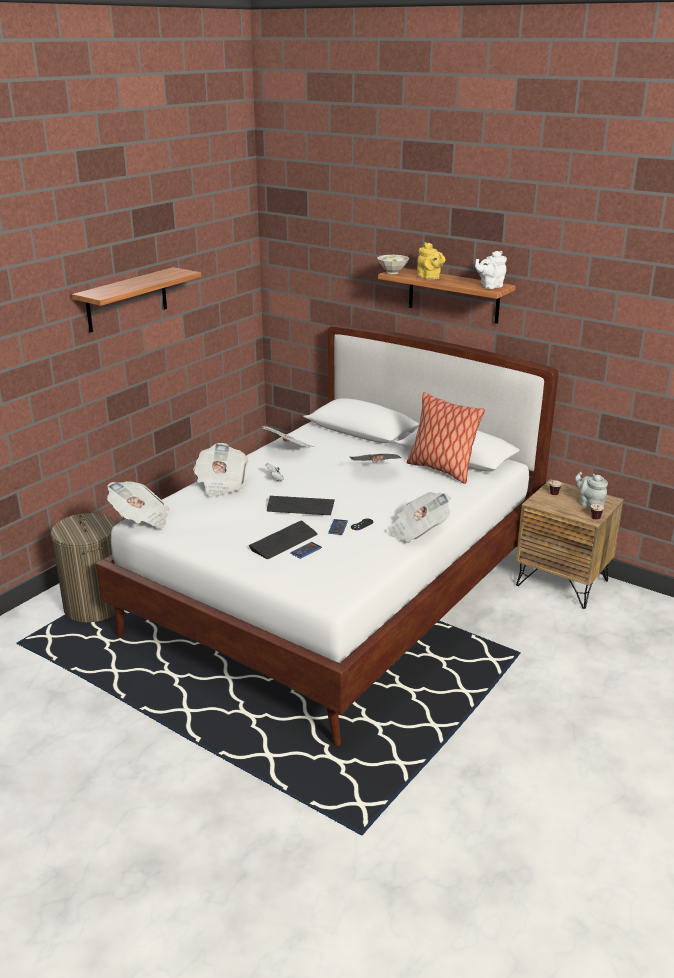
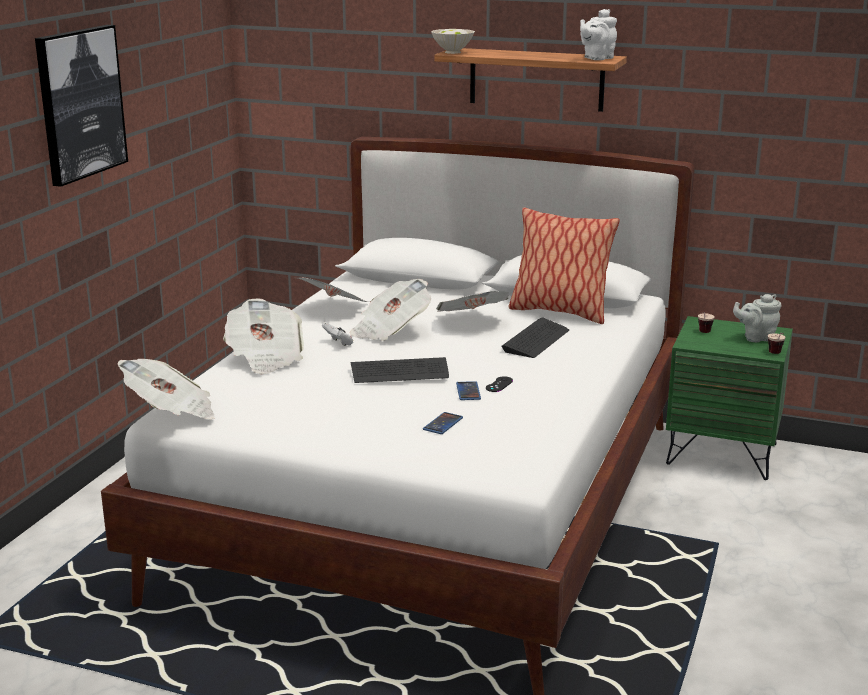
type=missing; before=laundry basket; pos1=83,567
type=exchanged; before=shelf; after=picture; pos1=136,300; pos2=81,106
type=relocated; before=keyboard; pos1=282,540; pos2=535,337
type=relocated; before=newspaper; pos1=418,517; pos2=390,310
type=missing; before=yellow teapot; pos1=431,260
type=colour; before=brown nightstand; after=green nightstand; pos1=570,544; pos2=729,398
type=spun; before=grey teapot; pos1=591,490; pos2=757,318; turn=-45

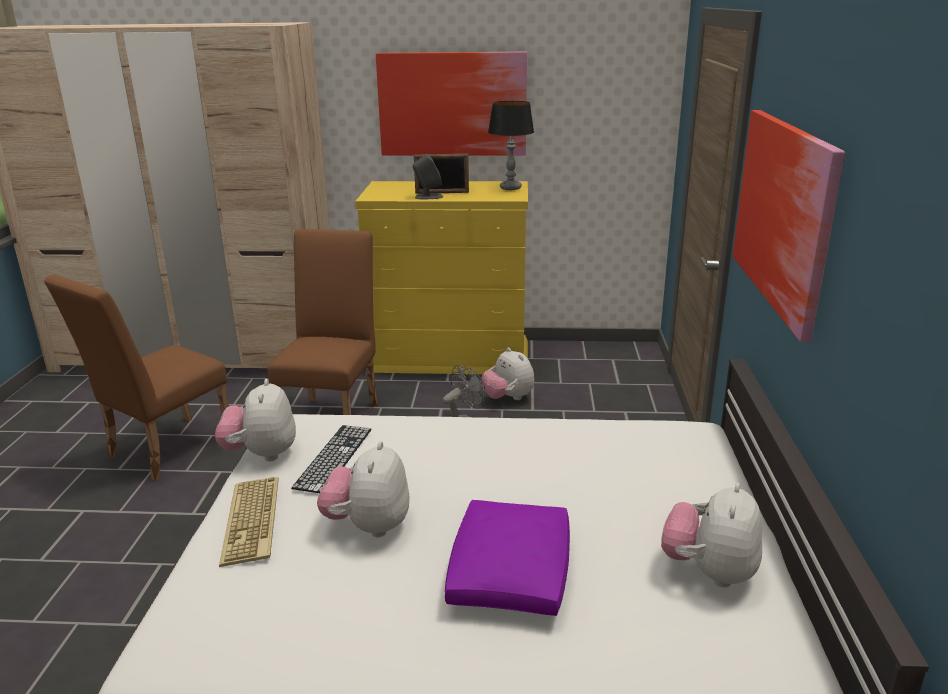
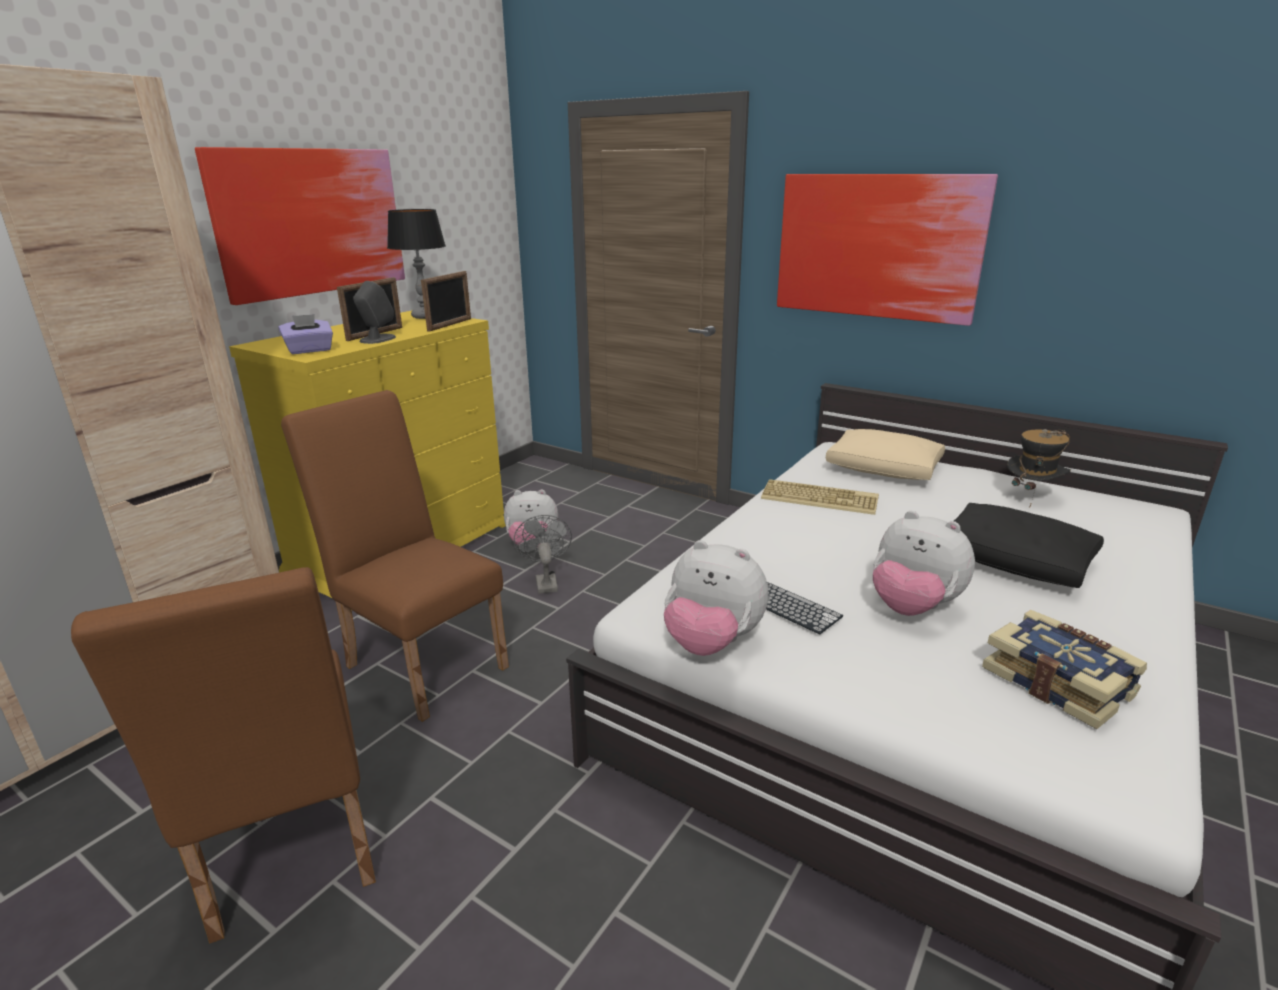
type=relocated; before=keyboard; pos1=249,522; pos2=820,497
type=colour; before=purple pillow; after=black pillow; pos1=507,558; pos2=1029,545
type=exchanged; before=plush toy; after=hat; pos1=711,535; pos2=1039,468
type=appeared; after=purple tissue box; pos2=305,334
type=appeared; after=picture frame; pos2=446,301
type=appeared; after=beige pillow; pos2=885,454
type=appeared; after=book; pos2=1064,669

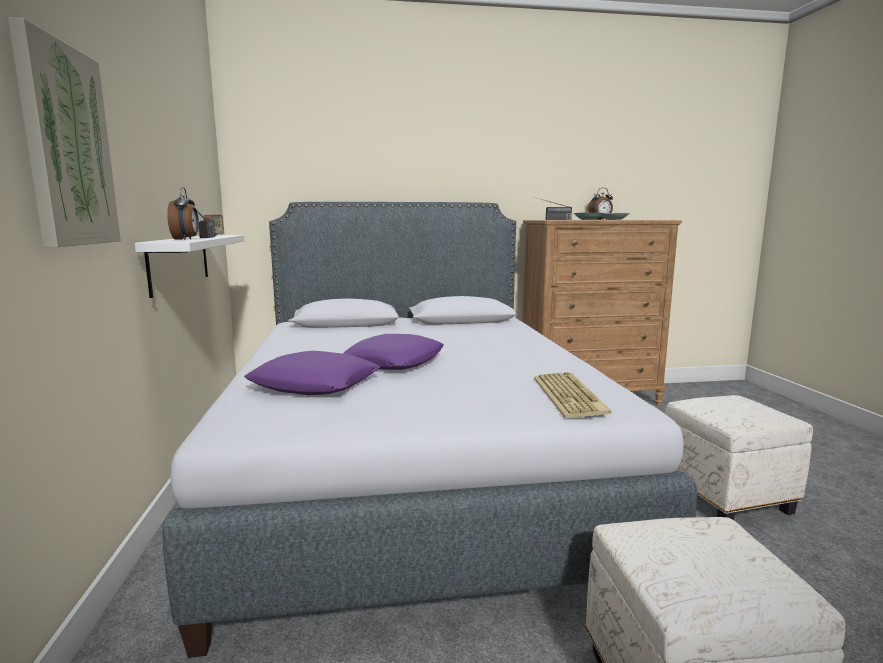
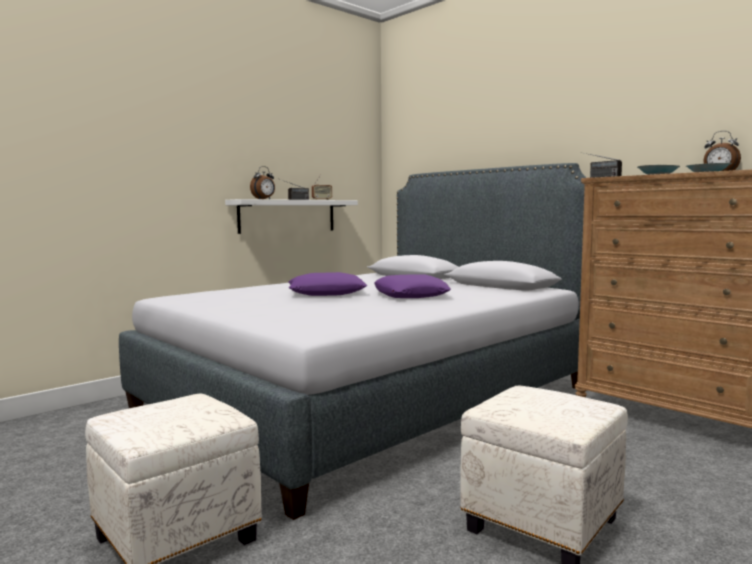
type=missing; before=picture; pos1=64,132
type=relocated; before=purple pillow; pos1=312,373; pos2=412,286
type=missing; before=keyboard; pos1=572,395

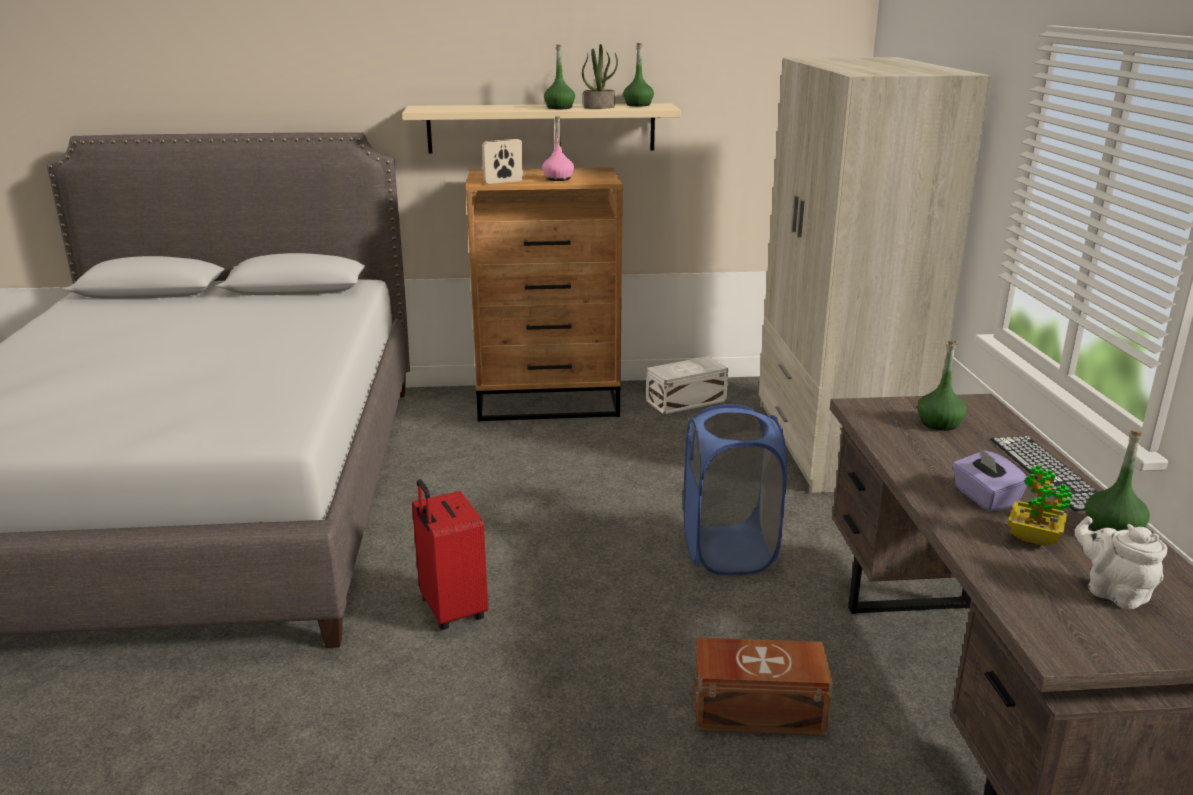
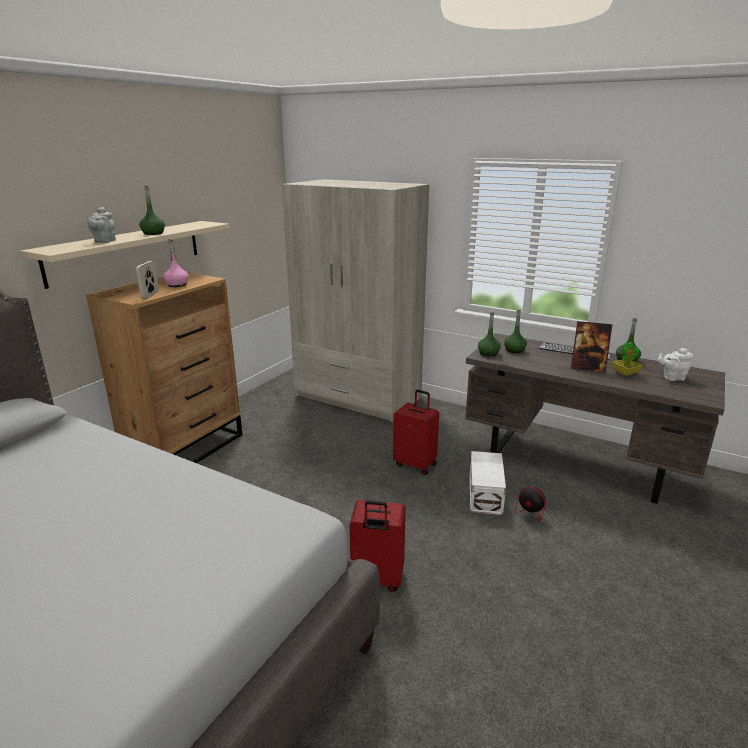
type=missing; before=potted plant; pos1=600,76
type=relocated; before=green bottle; pos1=638,75; pos2=489,334
type=relocated; before=white storage box; pos1=687,385; pos2=487,483
type=exchanged; before=blue laundry basket; after=red suitcase; pos1=735,489; pos2=416,432
type=exchanged; before=brown storage box; after=fan; pos1=764,686; pos2=545,506
type=exchanged; before=purple tissue box; after=picture frame; pos1=989,478; pos2=592,347
type=appeared; after=grey teapot; pos2=101,225

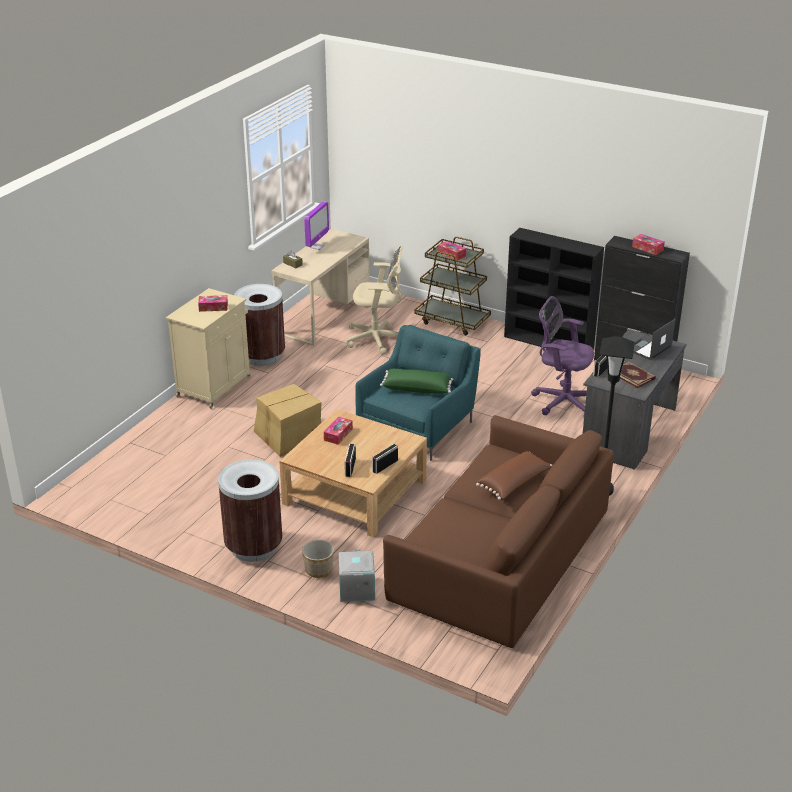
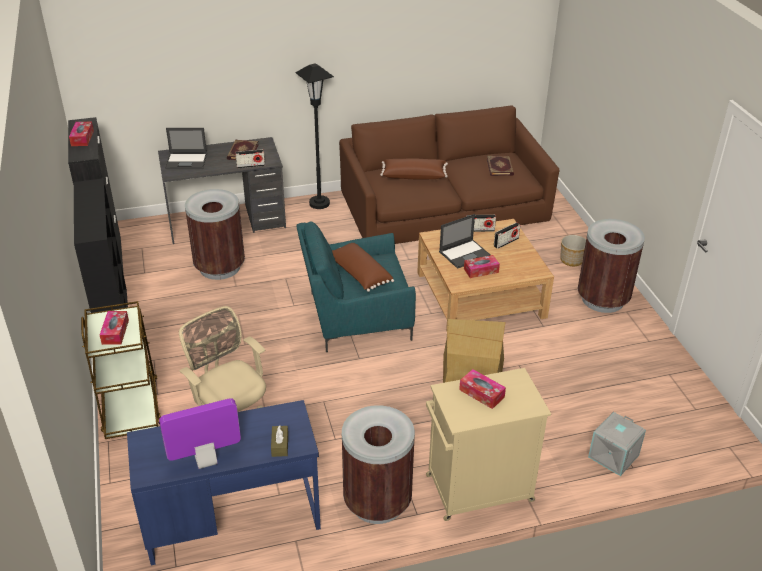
type=colour; before=beige desk; after=blue desk; pos1=320,287; pos2=224,483
type=relocated; before=grey storage box; pos1=357,576; pos2=617,444
type=colour; before=green pillow; after=brown pillow; pos1=416,381; pos2=363,267
type=exchanged; before=purple office chair; after=brown trash can; pos1=562,355; pos2=215,234
type=appeared; after=laptop; pos2=465,241
type=appeared; after=book; pos2=500,166

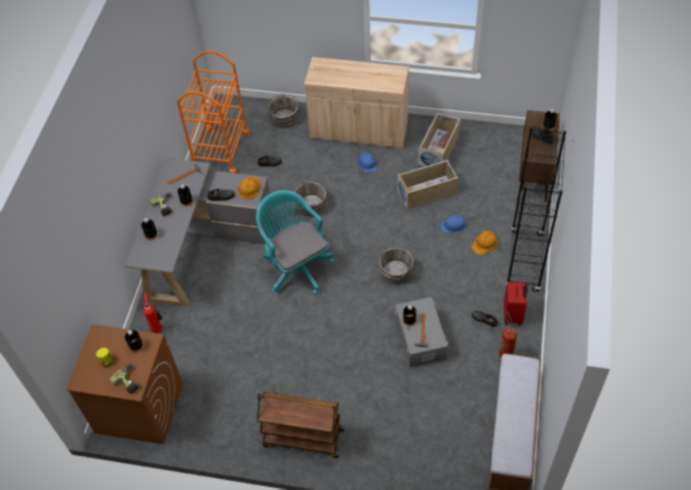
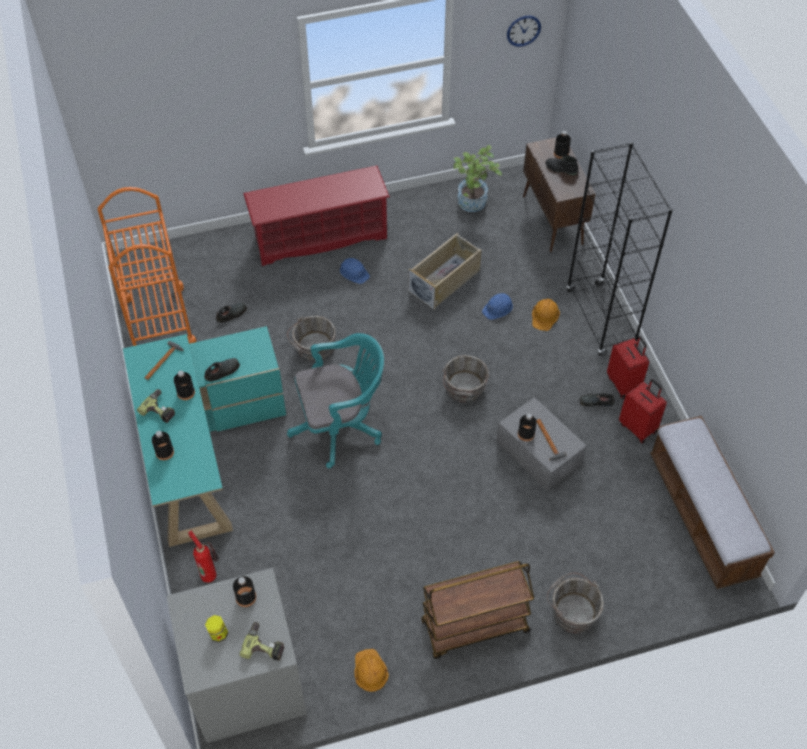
type=colour; before=brown washing machine; after=grey washing machine; pos1=124,384; pos2=237,655
type=colour; before=grey desk; after=turquoise desk; pos1=198,232; pos2=204,436
type=relocated; before=orange hard hat; pos1=248,187; pos2=371,670
type=spun; before=turquoise office chair; pos1=295,242; pos2=335,400; turn=135
type=relocated; before=grey bucket; pos1=282,111; pos2=575,603
type=exchanged; before=beige cabinet; after=red shoe rack; pos1=356,102; pos2=316,215
type=missing; before=beige storage box; pos1=439,139
type=exchanged; before=fire extinguisher; after=red suitcase; pos1=508,333; pos2=643,411
type=appeared; after=potted plant; pos2=477,178
type=appeared; after=wall clock; pos2=524,31

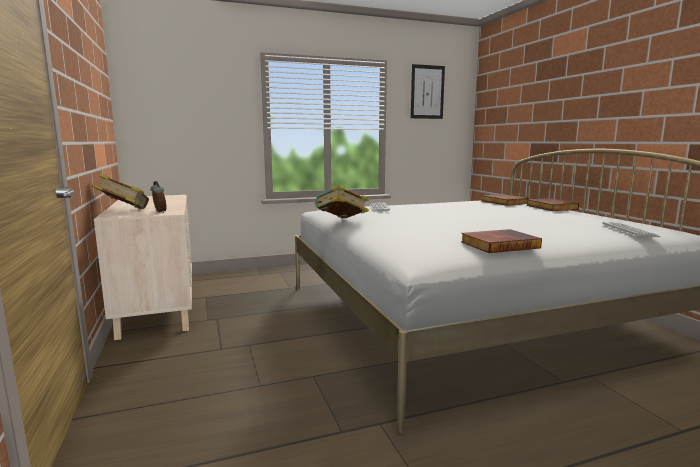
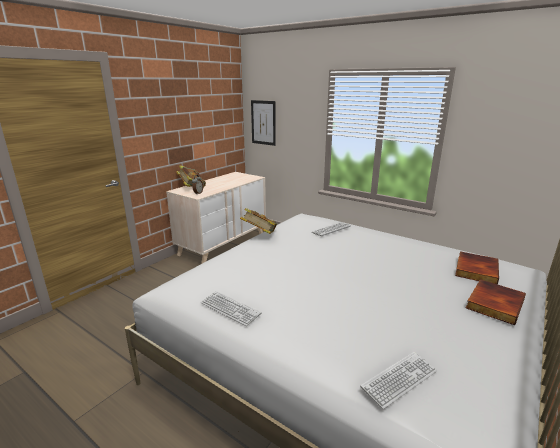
type=relocated; before=picture; pos1=428,91; pos2=263,123
type=exchanged; before=book; after=keyboard; pos1=501,241; pos2=231,308

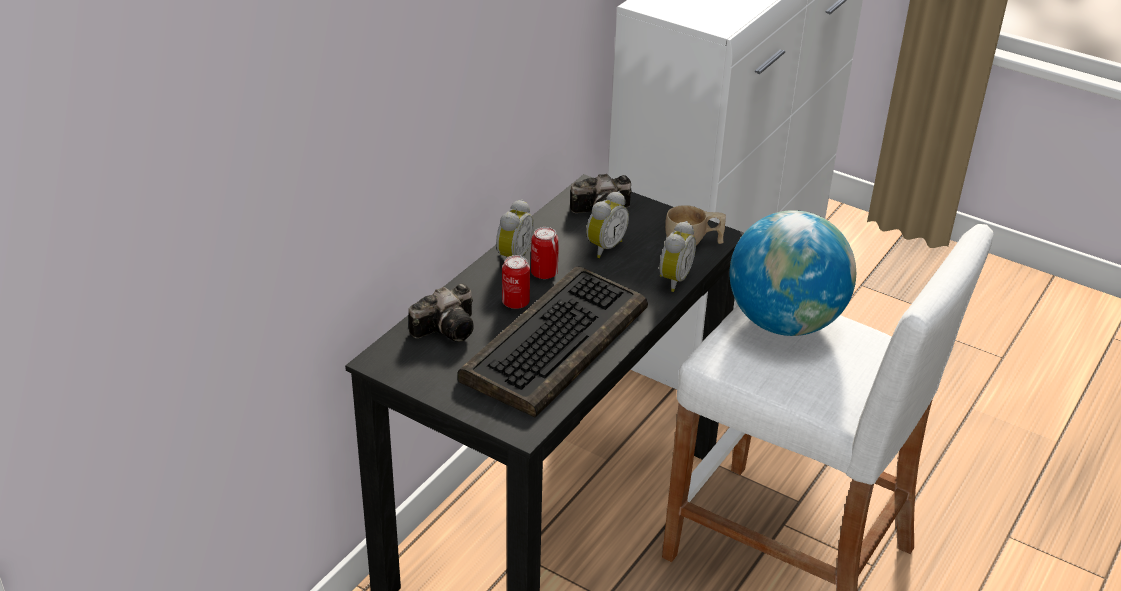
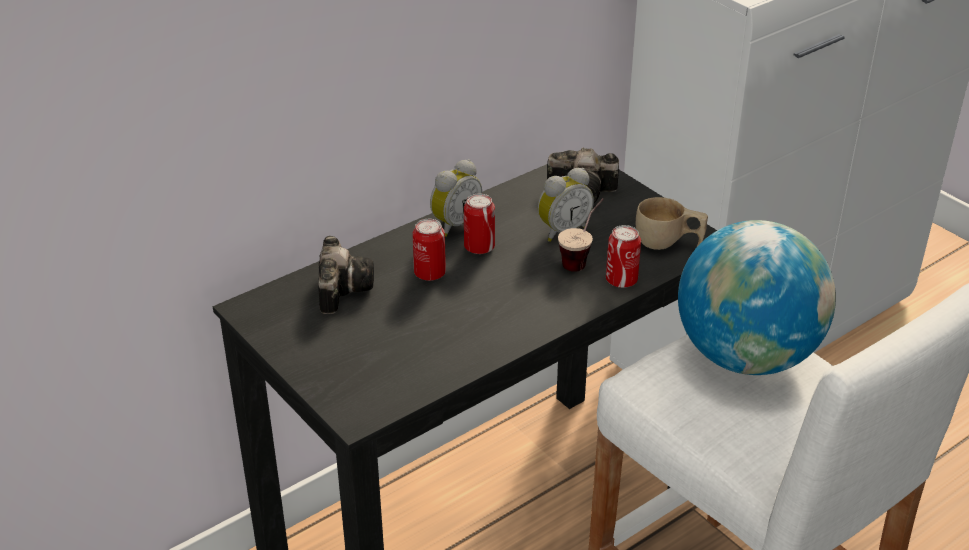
type=spun; before=photo camera; pos1=441,312; pos2=346,275; turn=-75
type=missing; before=keyboard; pos1=552,341
type=exchanged; before=alarm clock; after=can; pos1=678,256; pos2=623,256
type=appeared; after=cup; pos2=581,235

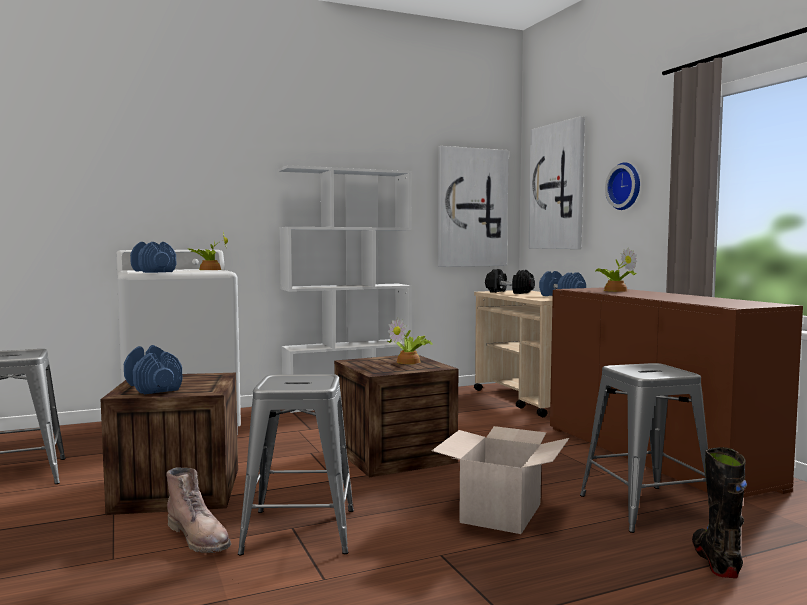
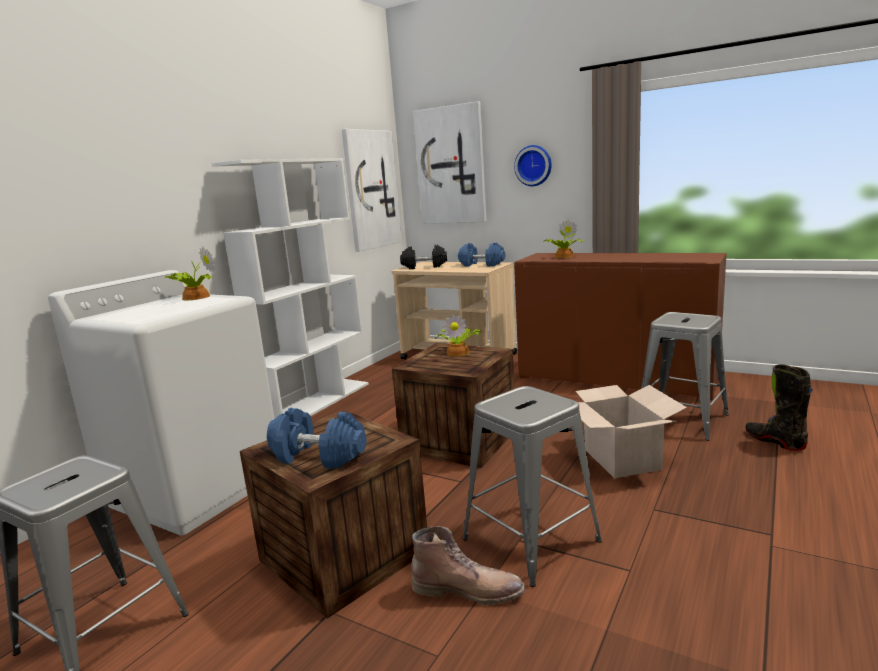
type=missing; before=blue dumbbell; pos1=153,257

